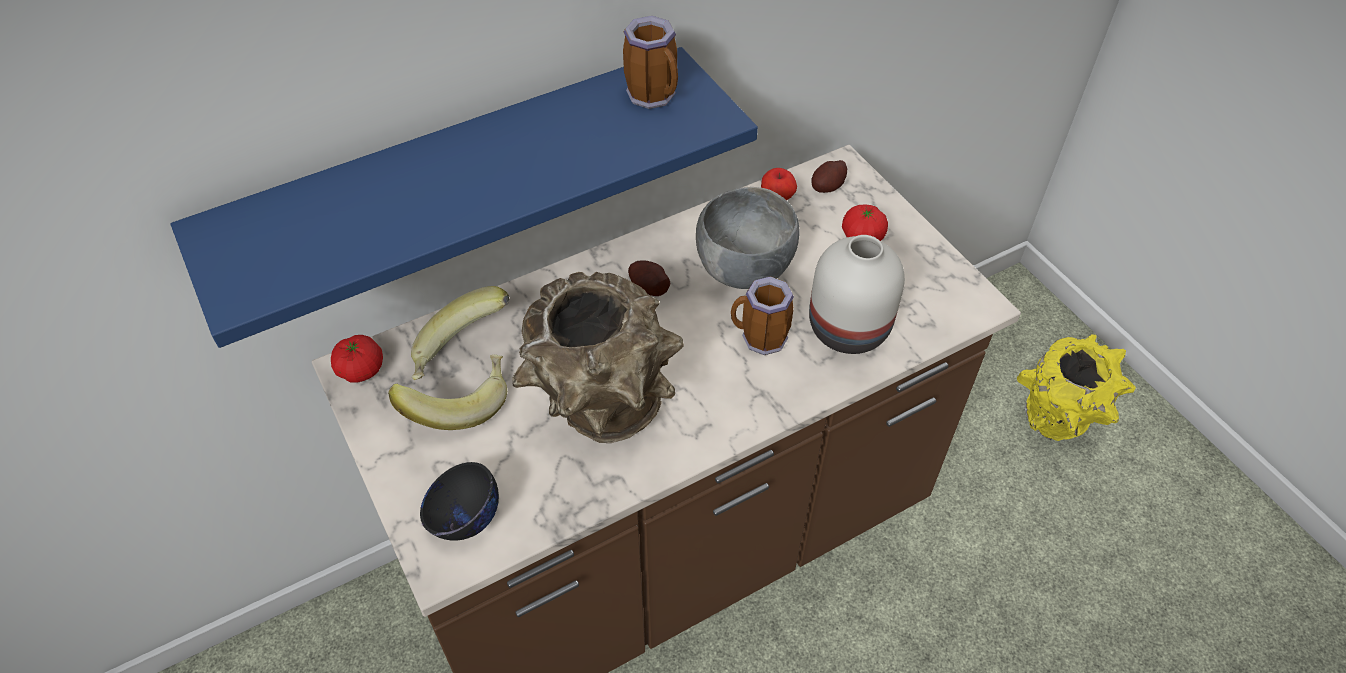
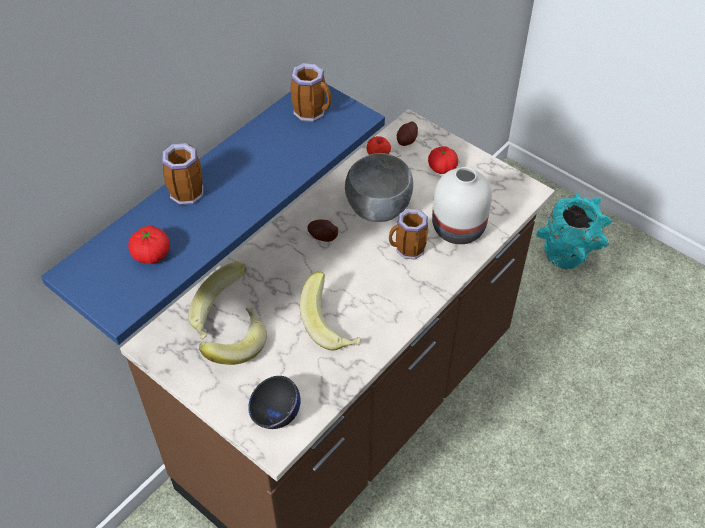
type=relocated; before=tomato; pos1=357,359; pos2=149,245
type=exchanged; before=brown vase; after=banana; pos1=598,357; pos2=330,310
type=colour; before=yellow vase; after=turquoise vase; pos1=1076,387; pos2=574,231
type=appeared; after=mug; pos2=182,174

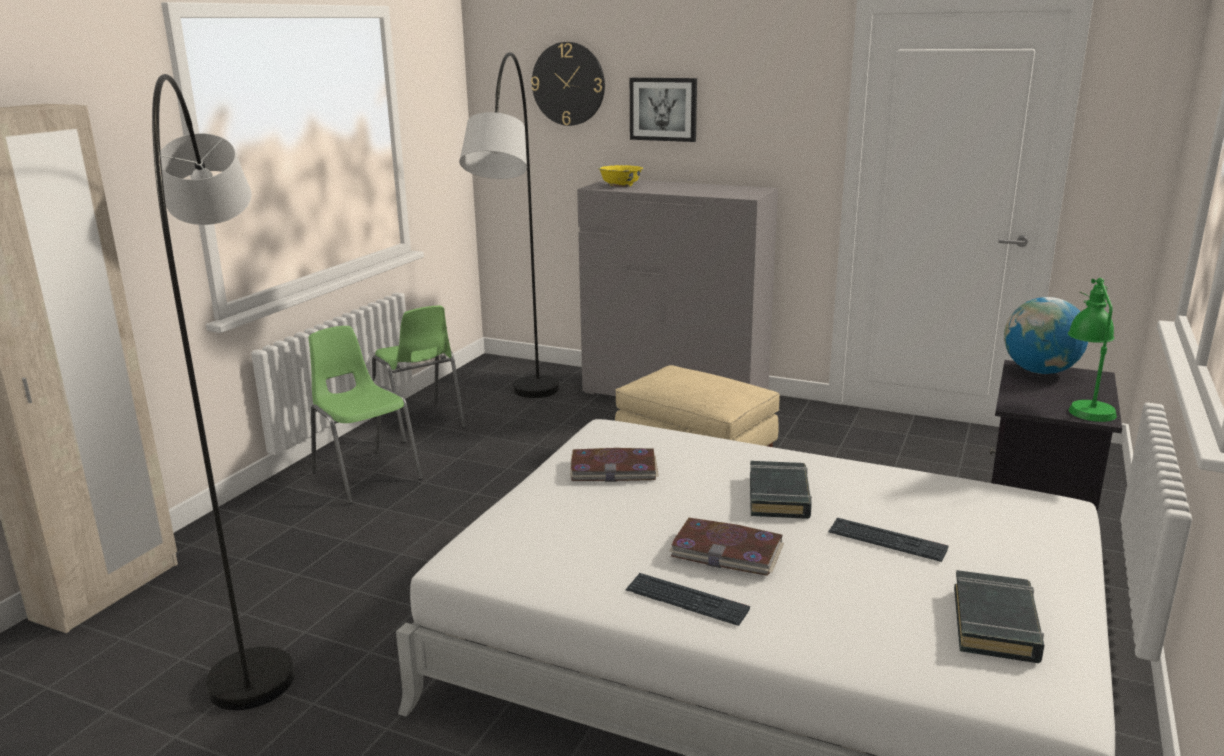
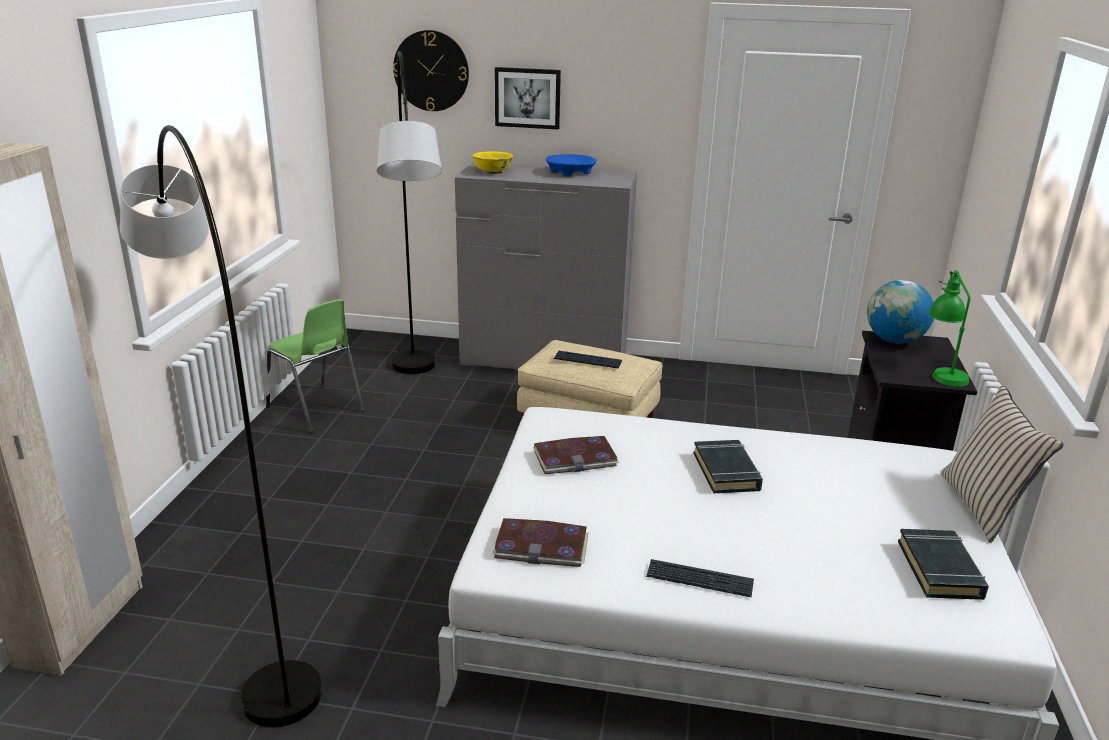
type=missing; before=green chair; pos1=365,415
type=relocated; before=book; pos1=726,547; pos2=540,542
type=relocated; before=keyboard; pos1=888,540; pos2=588,359
type=appeared; after=blue bowl; pos2=571,165
type=appeared; after=beige pillow; pos2=1002,464

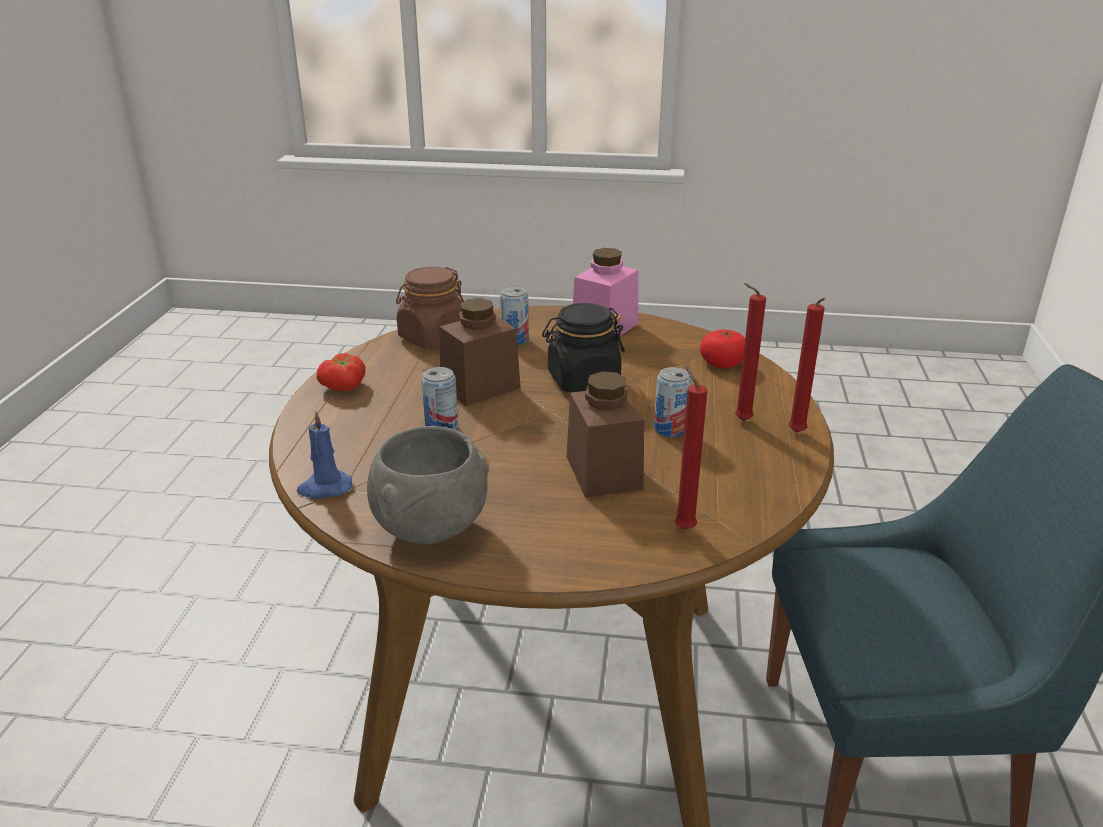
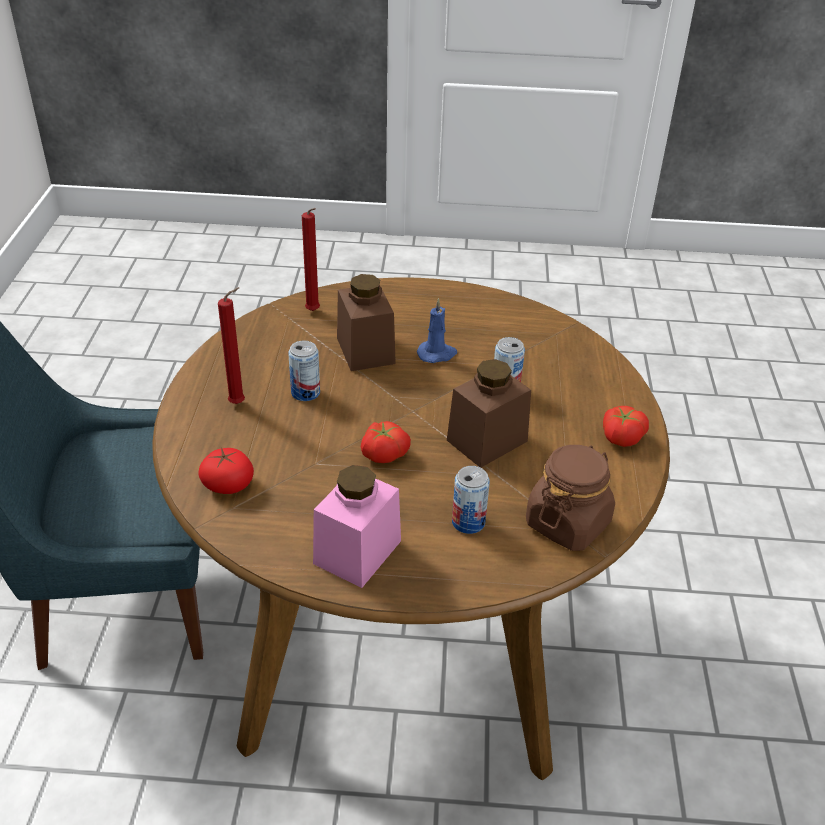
type=relocated; before=blue candle; pos1=324,455; pos2=437,330
type=missing; before=grey bowl; pos1=428,485
type=exchanged; before=black jar; after=tomato; pos1=583,347; pos2=386,442
type=missing; before=red candle; pos1=806,365

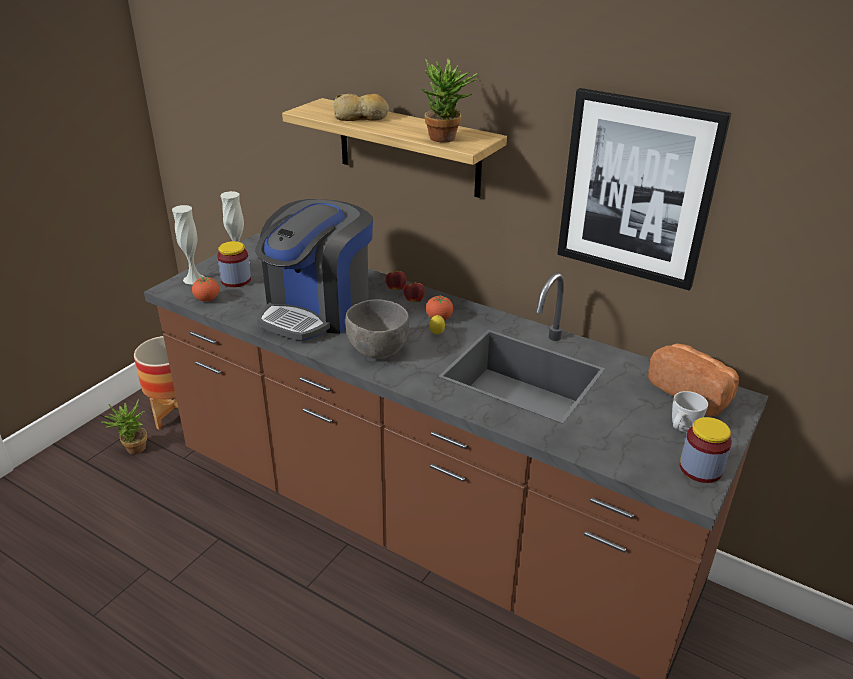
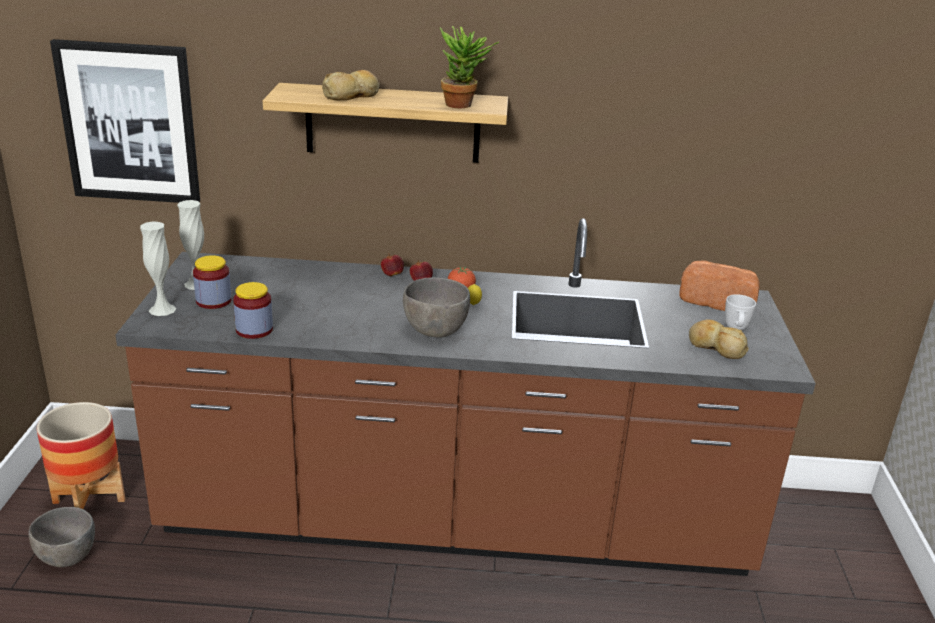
type=exchanged; before=potted plant; after=grey bowl; pos1=124,427; pos2=62,537
type=missing; before=tomato; pos1=205,289
type=missing; before=coffee machine; pos1=314,270
type=relocated; before=picture; pos1=644,189; pos2=125,121
type=relocated; before=jar; pos1=706,450; pos2=253,310
type=appeared; after=bread; pos2=719,339

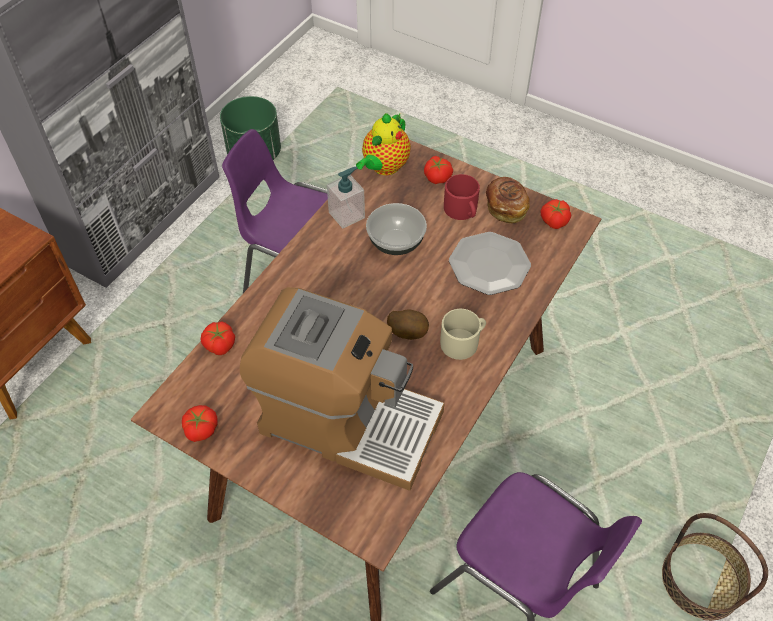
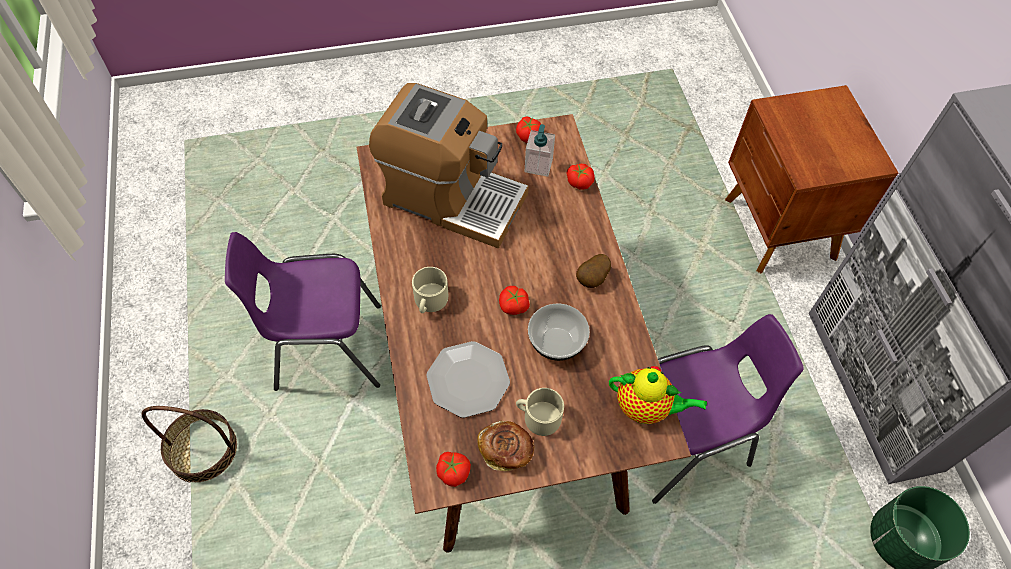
type=spun; before=coffee machine; pos1=342,389; pos2=449,165; turn=-135
type=relocated; before=soap dispenser; pos1=346,198; pos2=539,150
type=spun; before=teapot; pos1=383,144; pos2=658,395; turn=120
type=relocated; before=potato; pos1=408,324; pos2=593,271
type=relocated; before=tomato; pos1=438,170; pos2=514,300
type=colour; before=red mug; after=beige mug; pos1=462,197; pos2=540,412

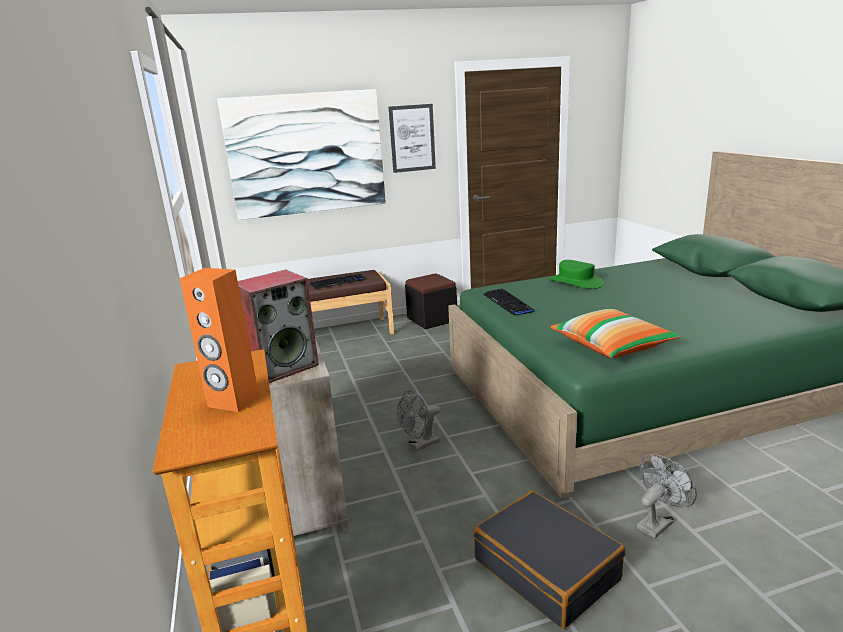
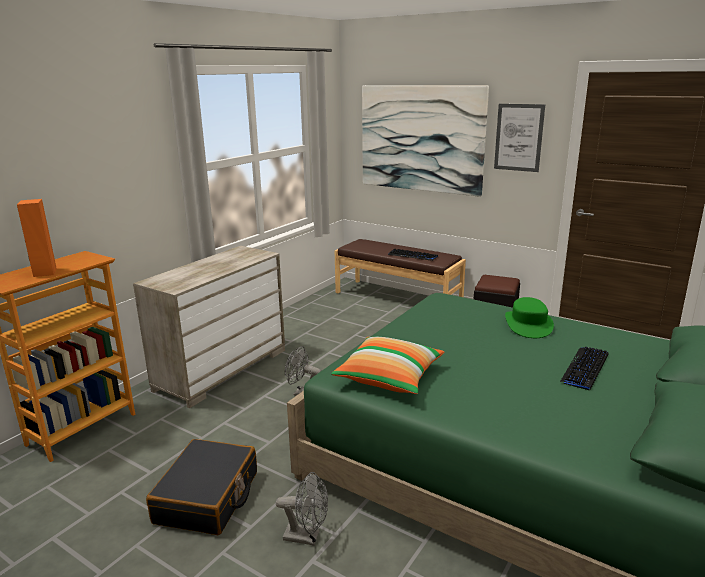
type=missing; before=speaker; pos1=278,326
type=relocated; before=keyboard; pos1=508,301; pos2=584,369

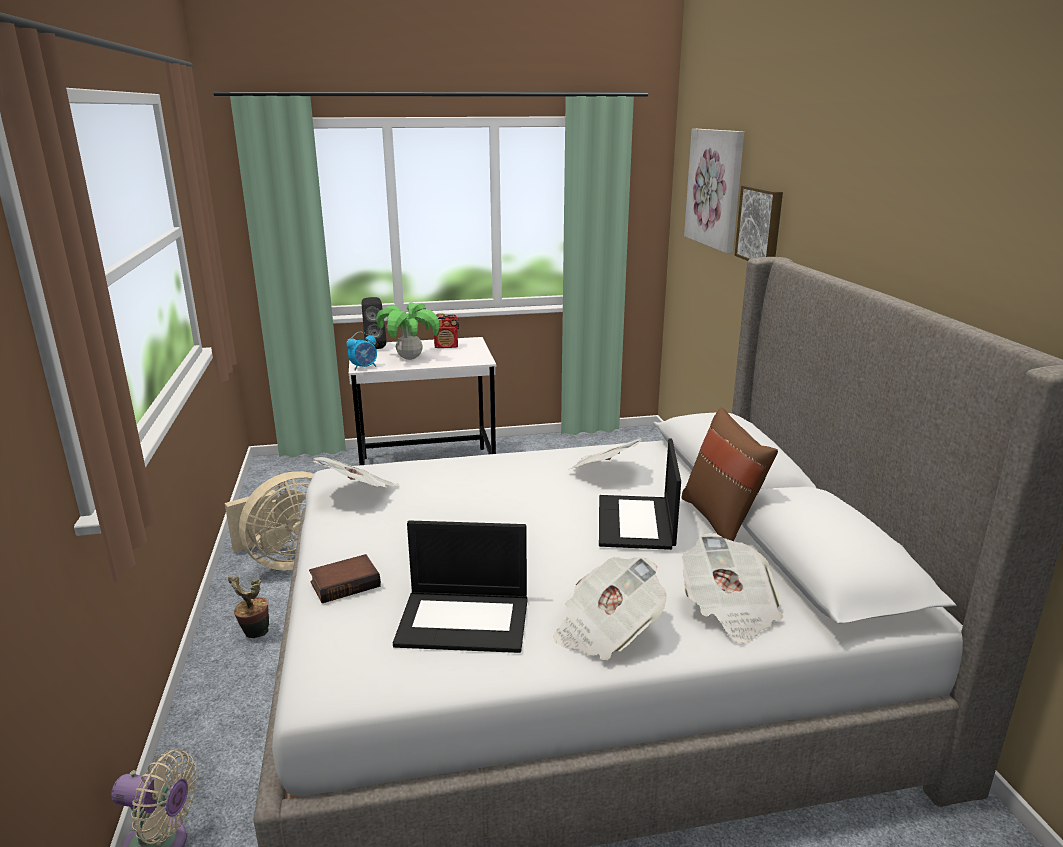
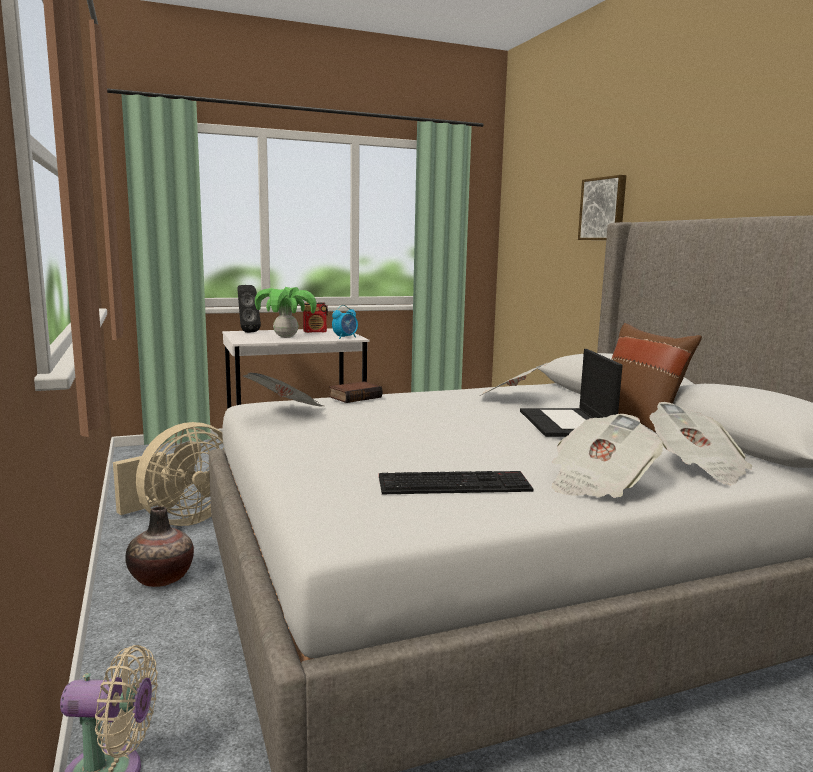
type=exchanged; before=potted plant; after=vase; pos1=248,607; pos2=159,546
type=relocated; before=book; pos1=345,578; pos2=356,392
type=relocated; before=alarm clock; pos1=361,351; pos2=345,322
type=exchanged; before=laptop; after=keyboard; pos1=460,586; pos2=456,482
type=missing; before=picture; pos1=714,191

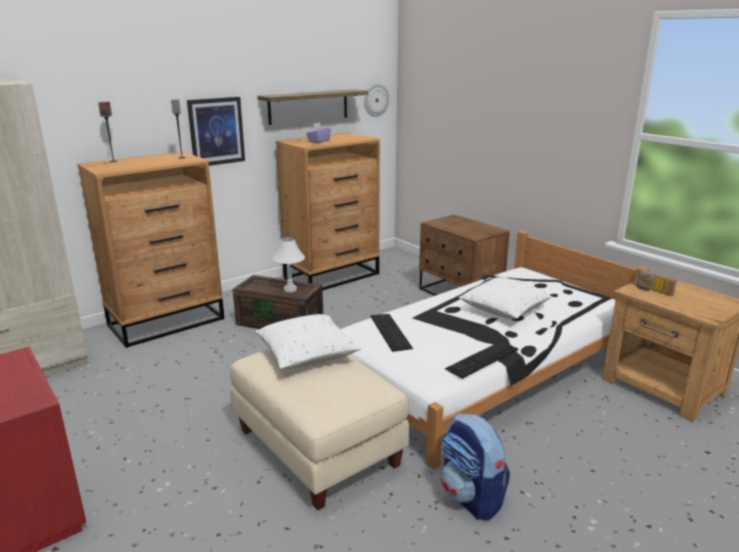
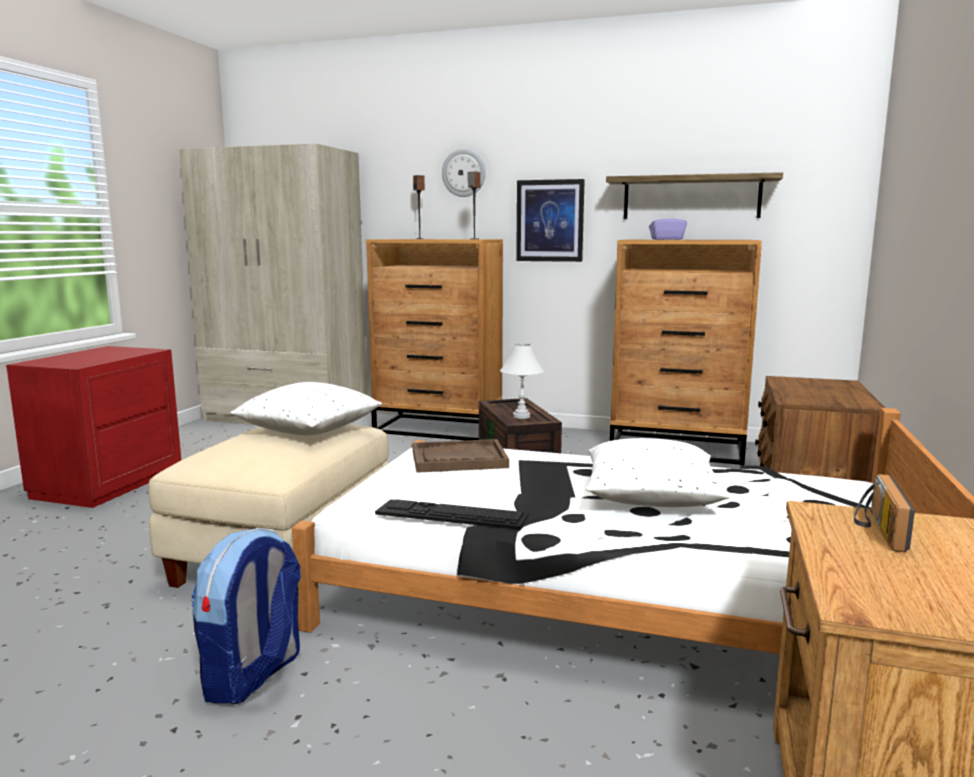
type=relocated; before=wall clock; pos1=376,100; pos2=464,173
type=exchanged; before=keyboard; after=brown tray; pos1=392,333; pos2=460,456

